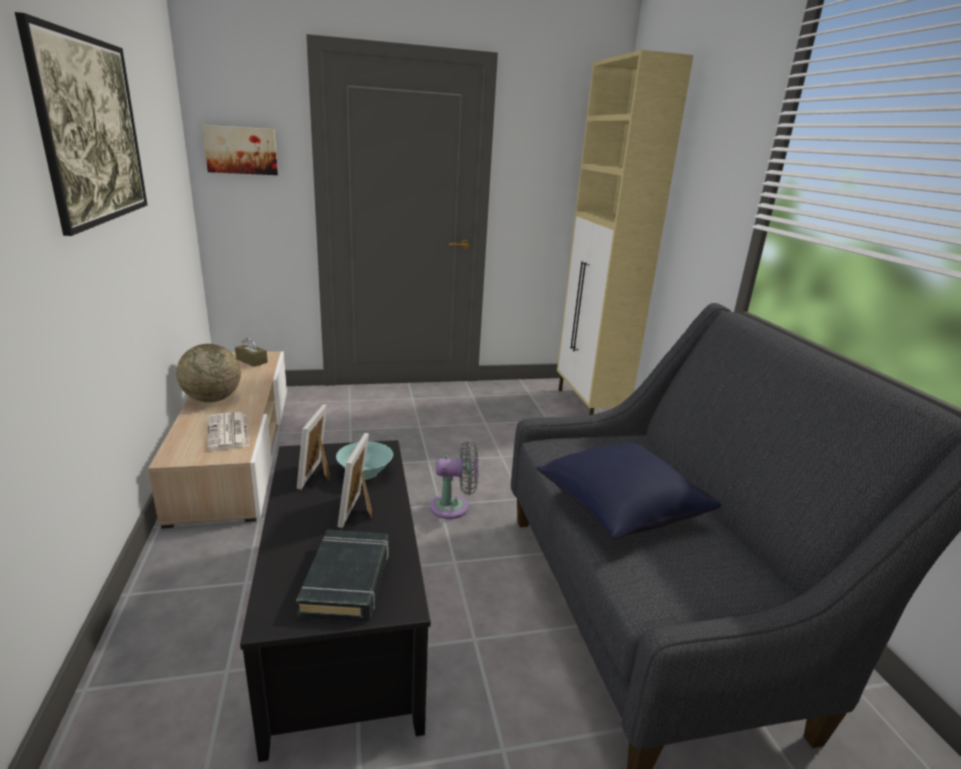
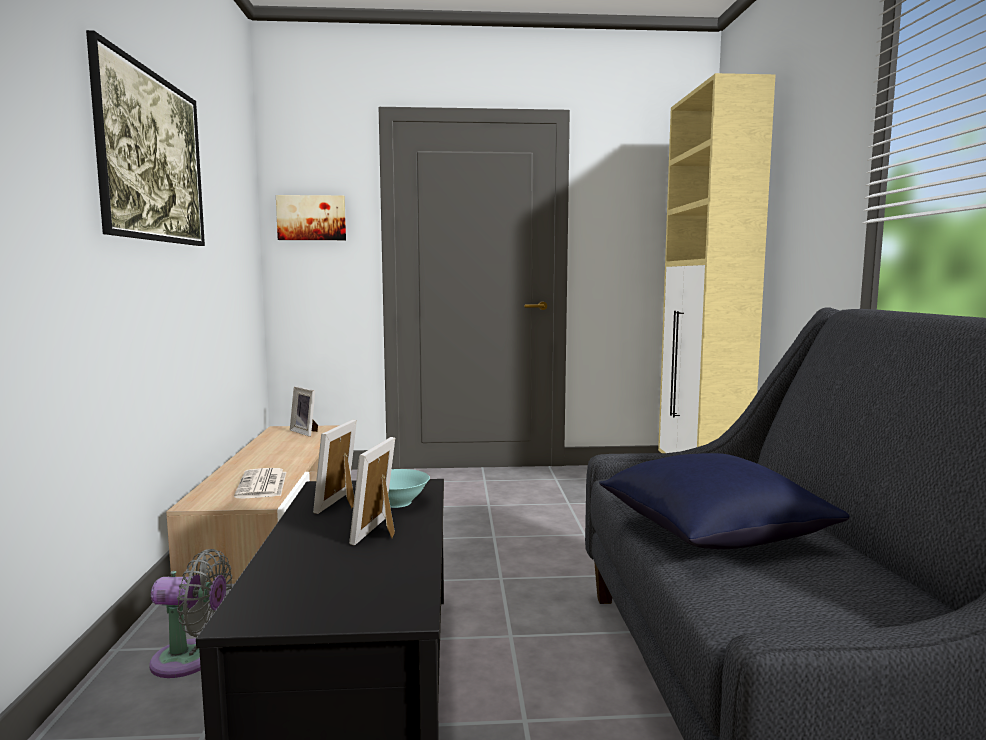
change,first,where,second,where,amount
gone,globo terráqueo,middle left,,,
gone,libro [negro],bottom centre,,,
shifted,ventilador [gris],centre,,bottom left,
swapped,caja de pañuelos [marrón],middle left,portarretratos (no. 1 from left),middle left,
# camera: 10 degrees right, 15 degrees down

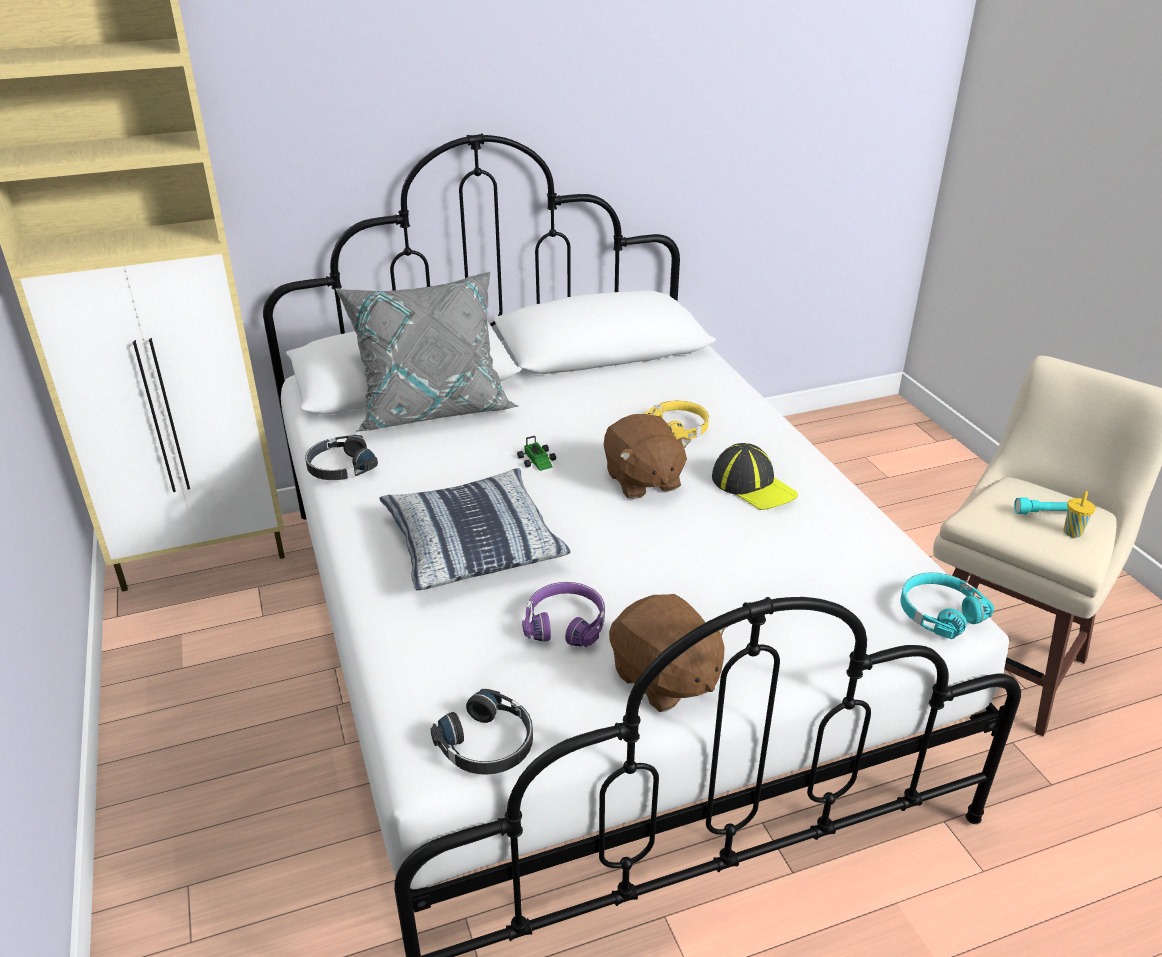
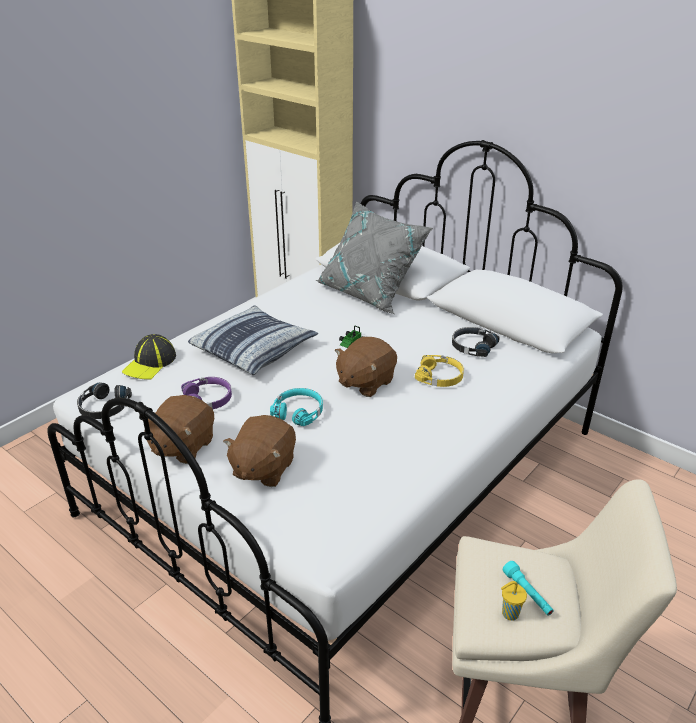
change,first,where,second,where,amount
new,,,peluche [marrón] (no. 2 from left),centre,
shifted,auriculares [negro] (no. 1 from left in the first image),middle left,auriculares [negro] (no. 2 from left),middle right,
shifted,gorra,centre,,middle left,
shifted,auriculares [turquesa],middle right,,centre,
# camera: 60 degrees right, 0 degrees up

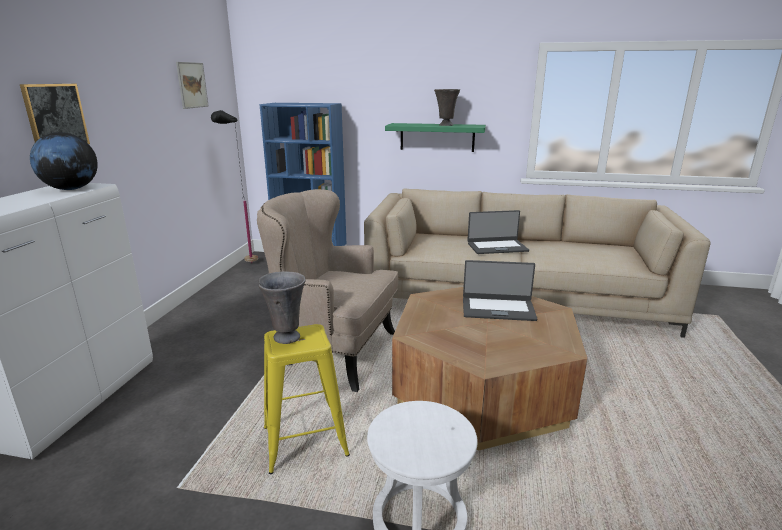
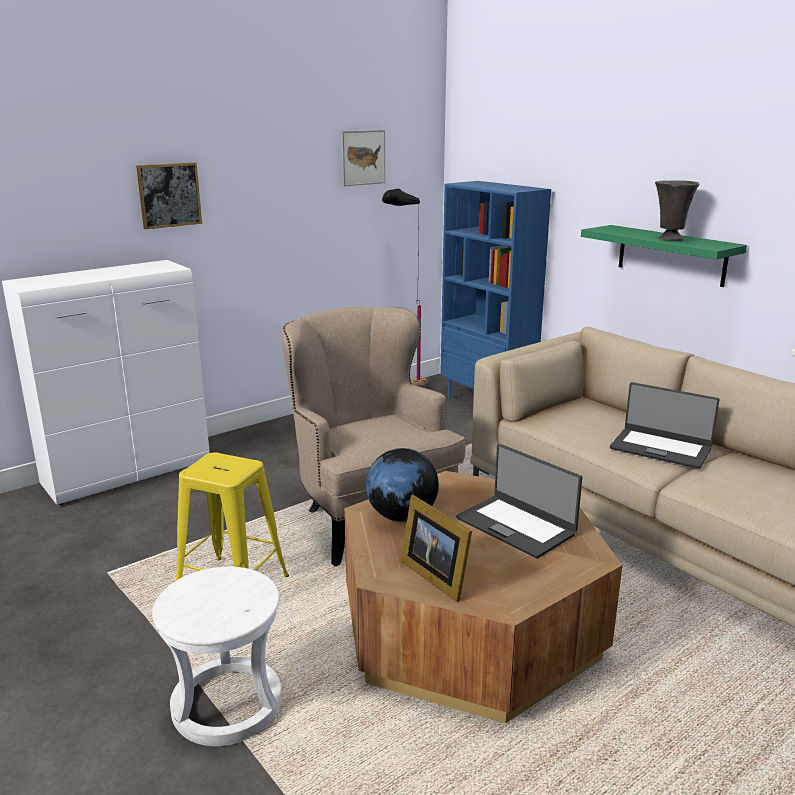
change,first,where,second,where,amount
gone,florero [gris] (no. 1 from left),centre,,,
new,,,portarretratos,bottom centre,
shifted,globo terráqueo,top left,,centre,
# camera: 40 degrees right, 0 degrees up

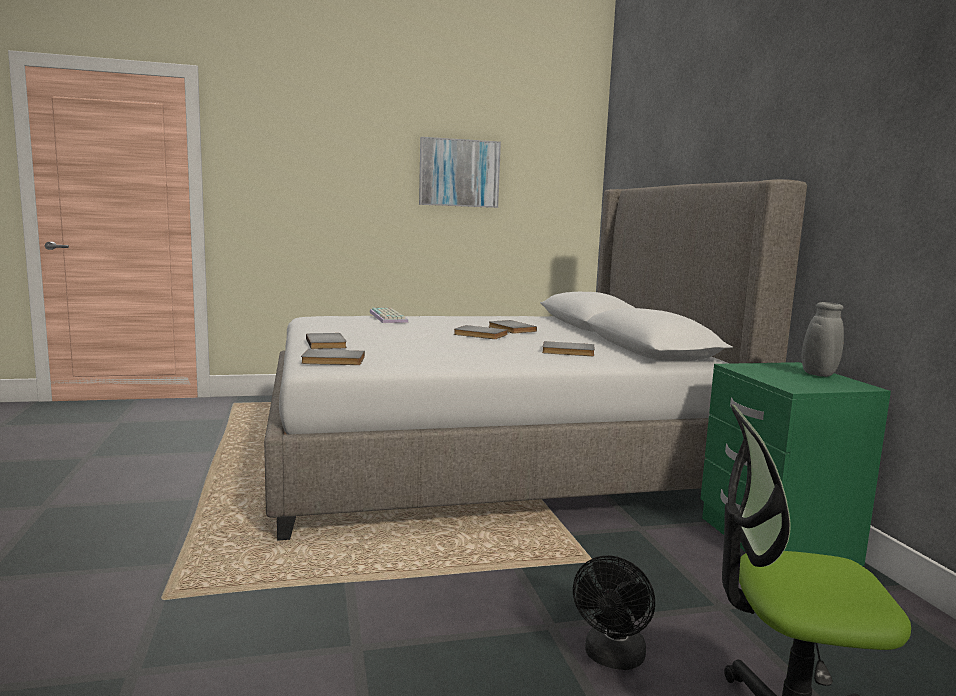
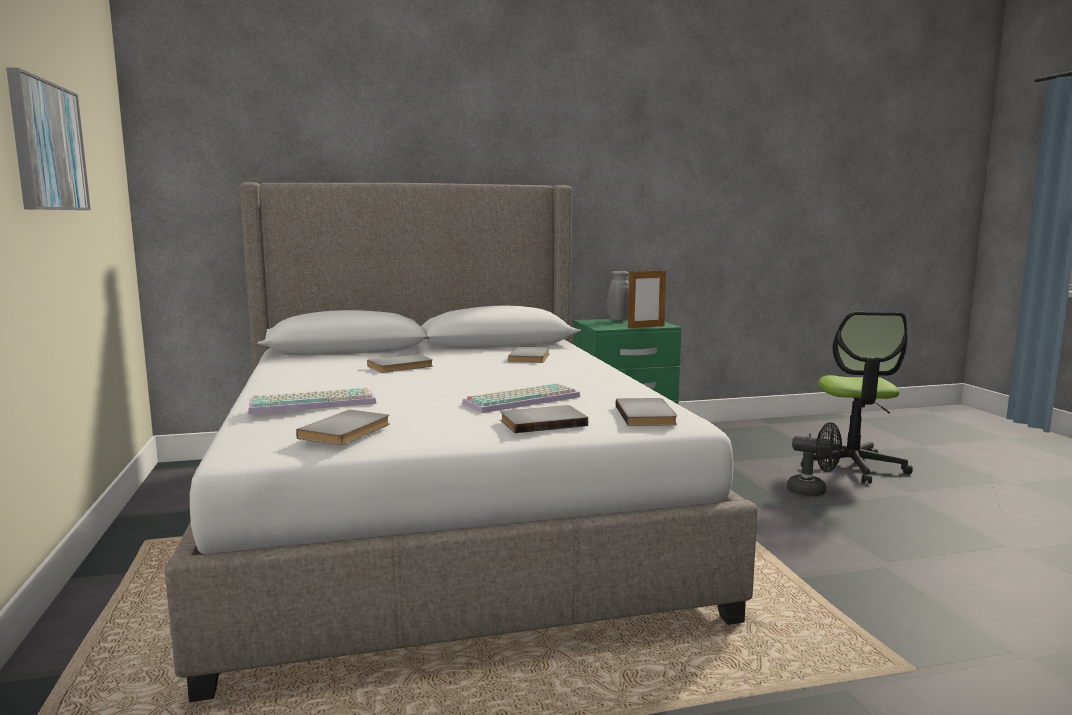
change,first,where,second,where,amount
new,,,teclado (no. 2 from left),centre,
new,,,portarretratos,centre,
shifted,libro [gris] (no. 3 from left in the first image),centre,libro [gris] (no. 1 from left),middle left,
# camera: 90 degrees left, 0 degrees up

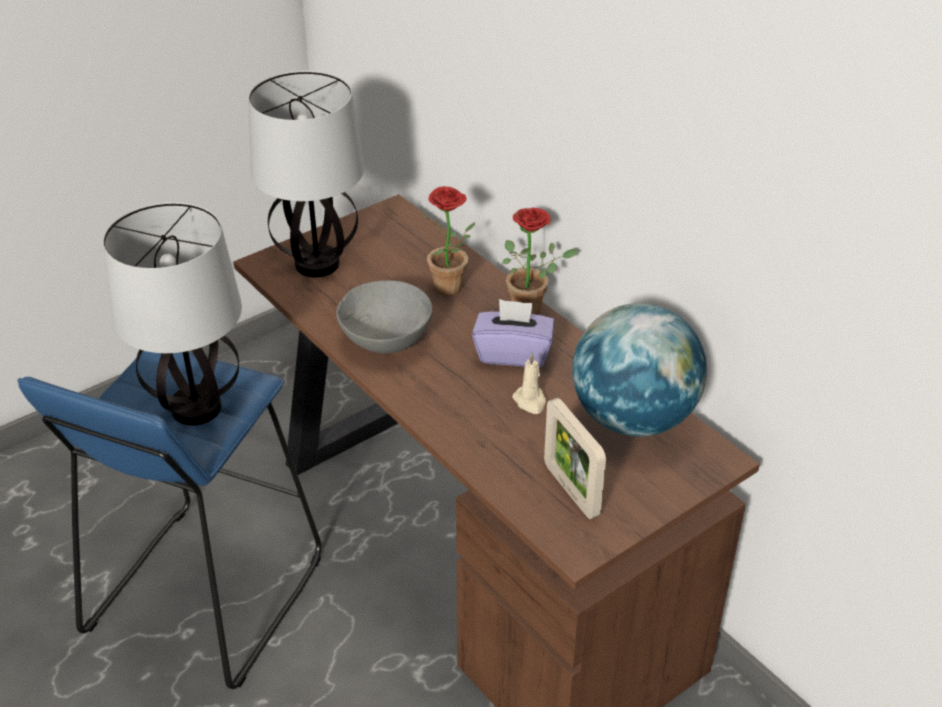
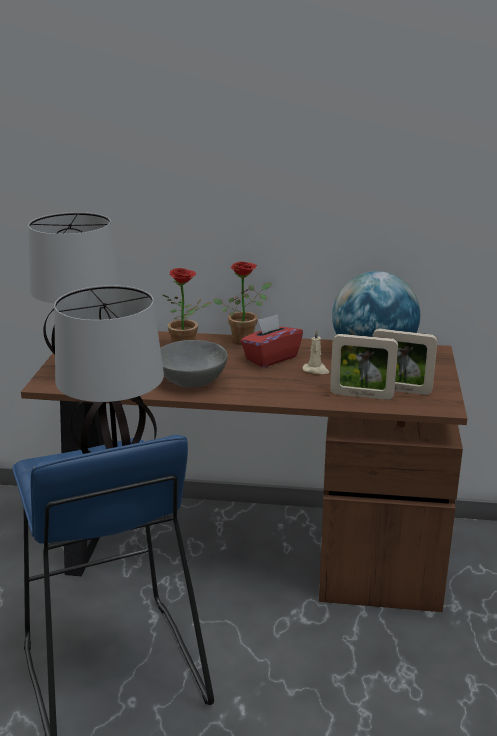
change,first,where,second,where,amount
new,,,portarretratos (no. 1 from left),middle right,
repainted,caja de pañuelos [morado],centre,caja de pañuelos [rojo],centre,
# camera: 45 degrees left, 15 degrees down

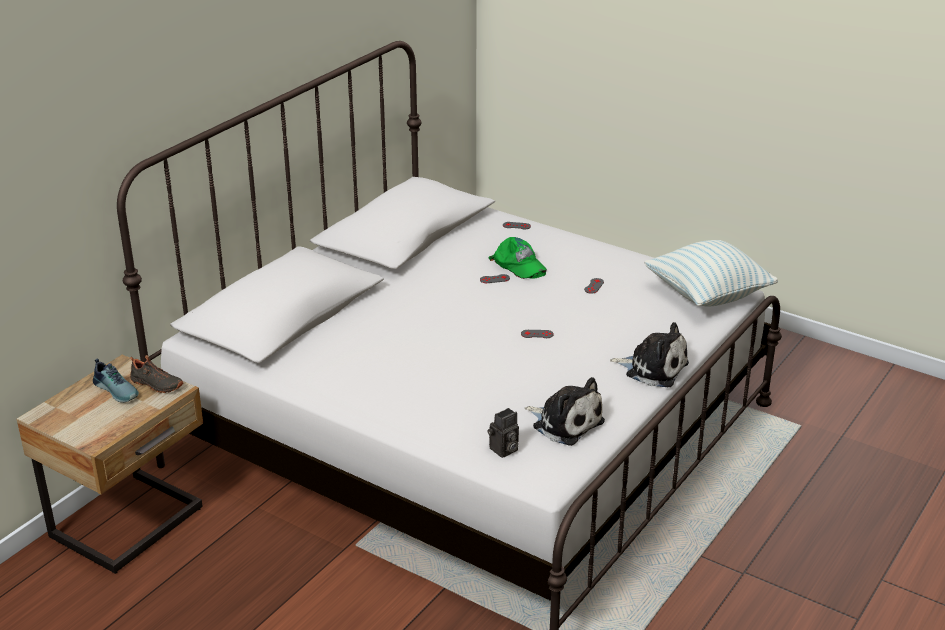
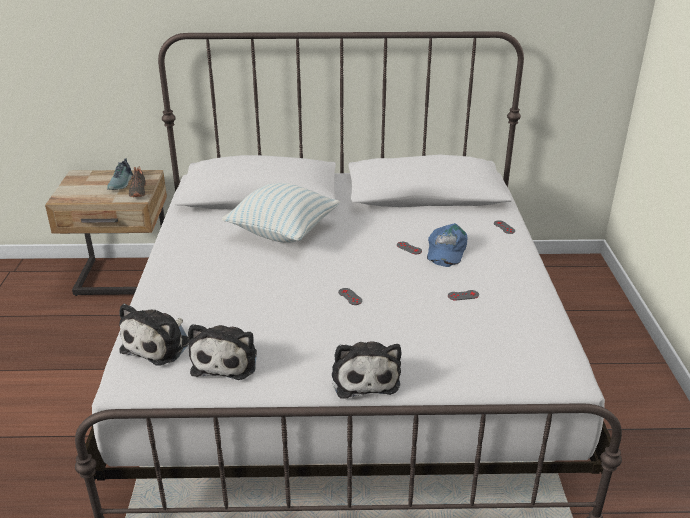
change,first,where,second,where,amount
shifted,cojín,middle right,,centre,
swapped,cámara,bottom centre,peluche (no. 1 from left),middle left,
repainted,gorra [verde],centre,gorra [azul],centre,
# camera: 55 degrees right, 0 degrees up

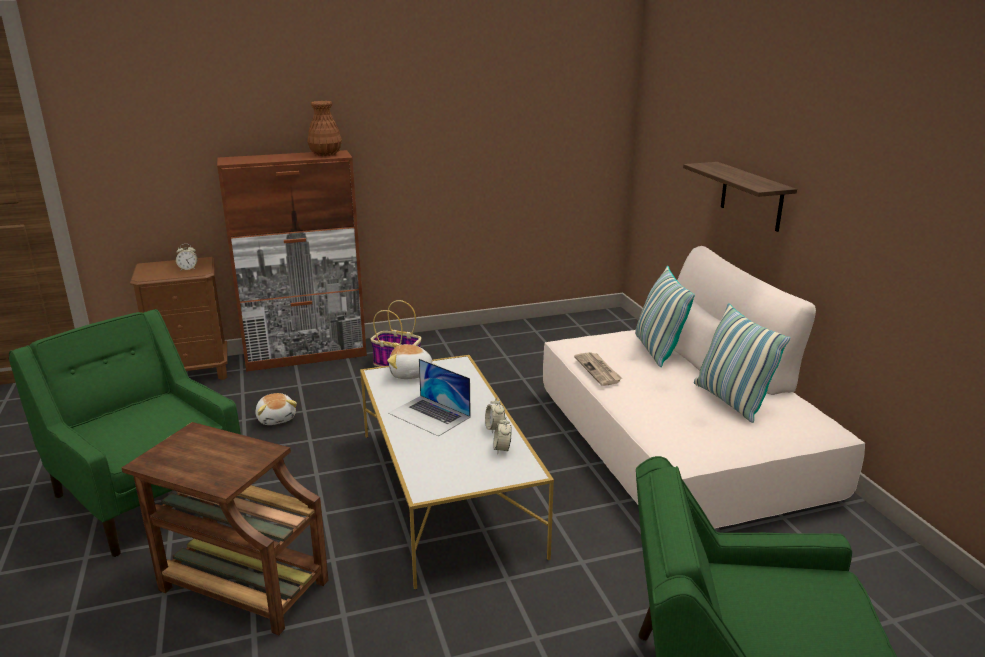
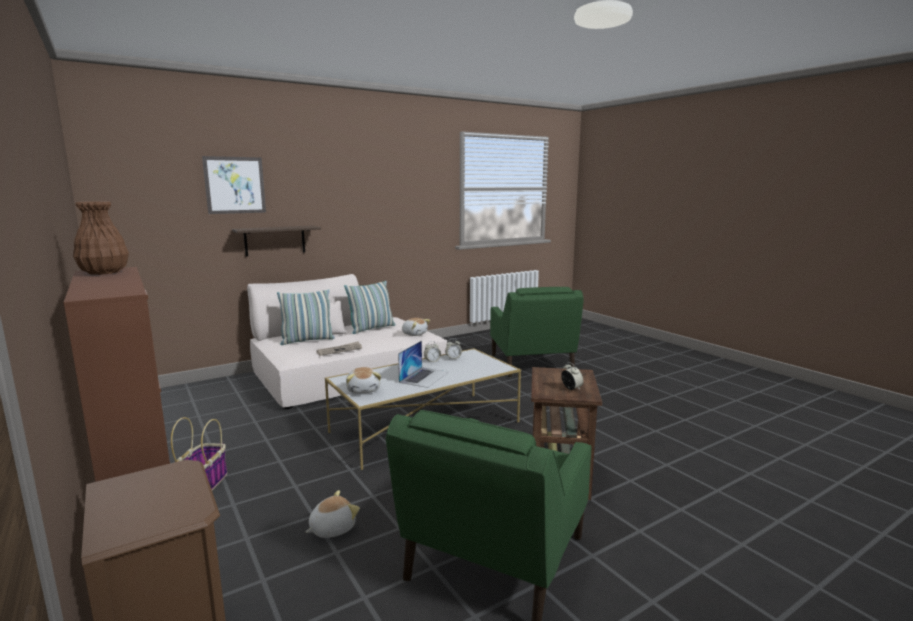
change,first,where,second,where,amount
new,,,cuadro,top left,
new,,,peluche (no. 3 from left),centre,
shifted,despertador (no. 1 from left in the first image),middle left,despertador (no. 3 from left),centre,
# camera: 105 degrees left, 10 degrees down

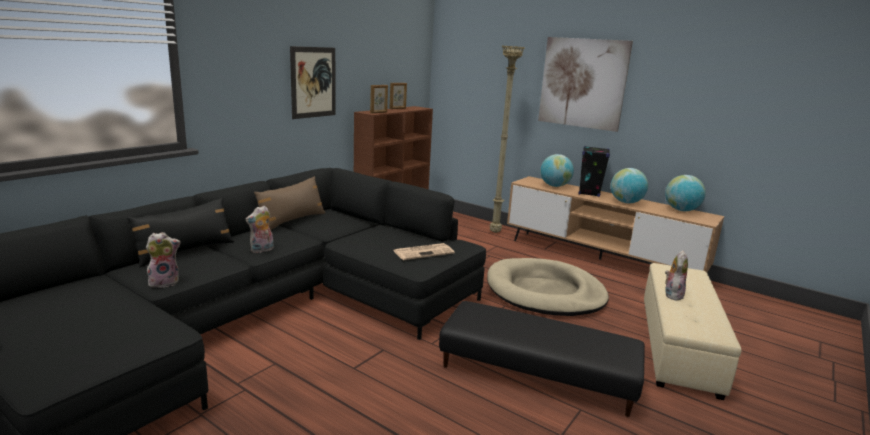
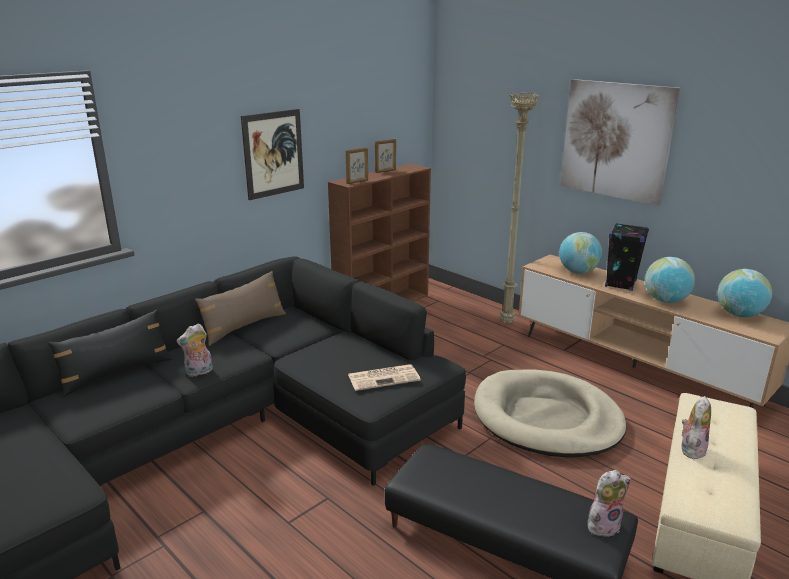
change,first,where,second,where,amount
shifted,peluche (no. 1 from left in the first image),middle left,peluche (no. 2 from left),bottom right,
# camera: 10 degrees right, 5 degrees up

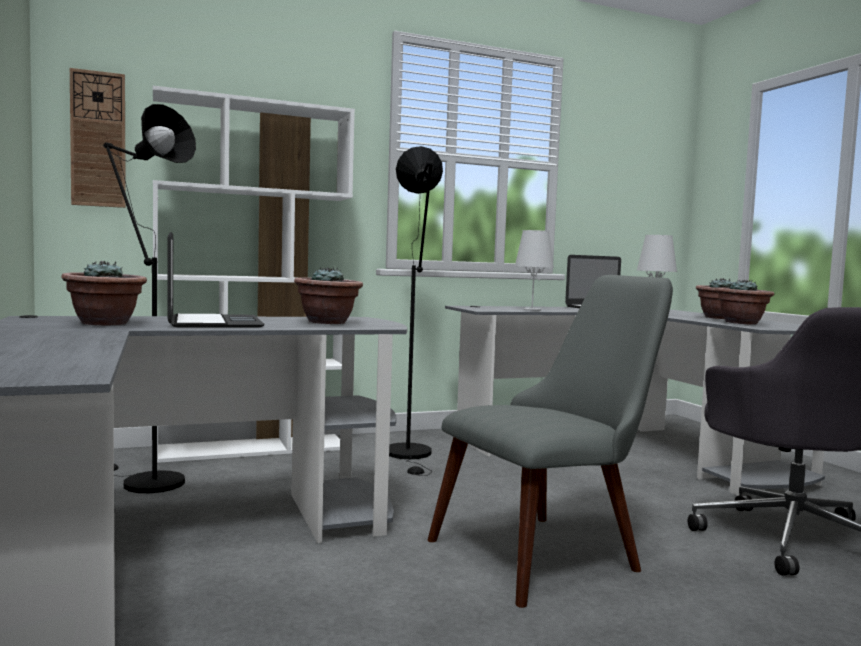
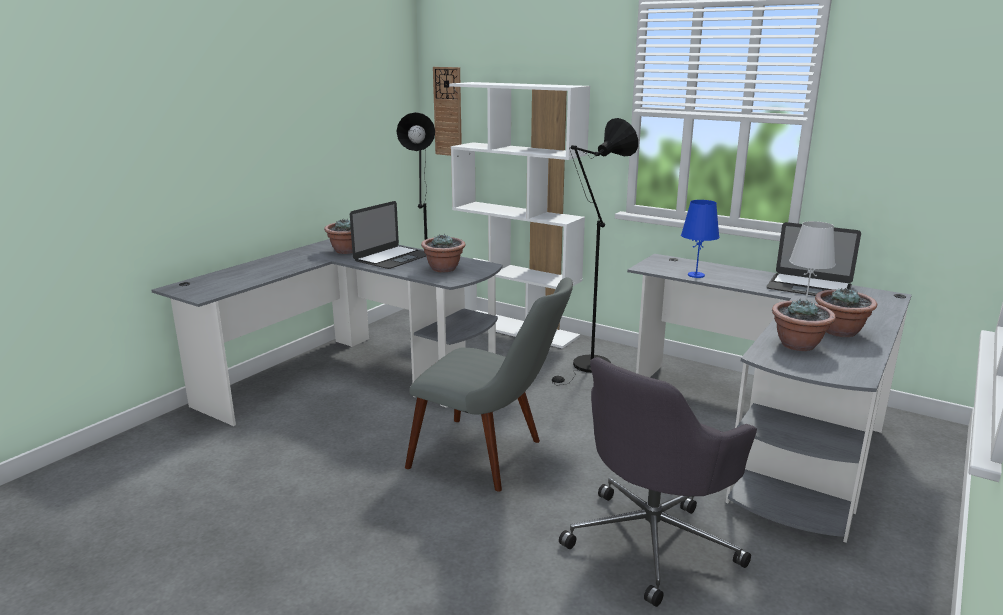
change,first,where,second,where,amount
repainted,lámpara de mesa [blanco] (no. 1 from left),centre,lámpara de mesa [azul],middle right,
# camera: 55 degrees right, 15 degrees up

